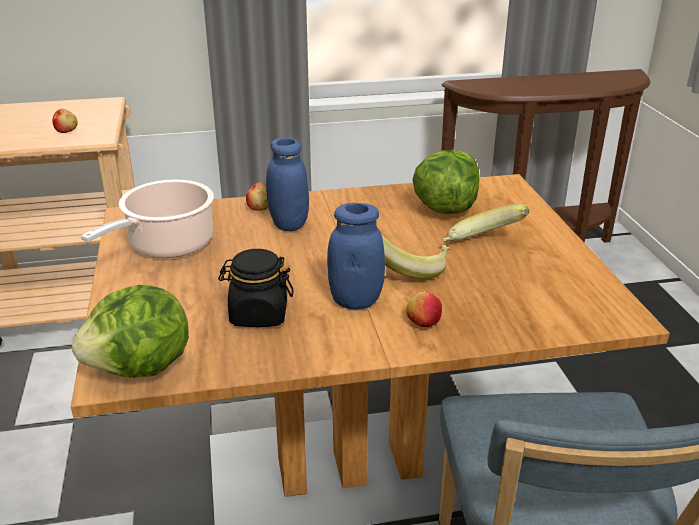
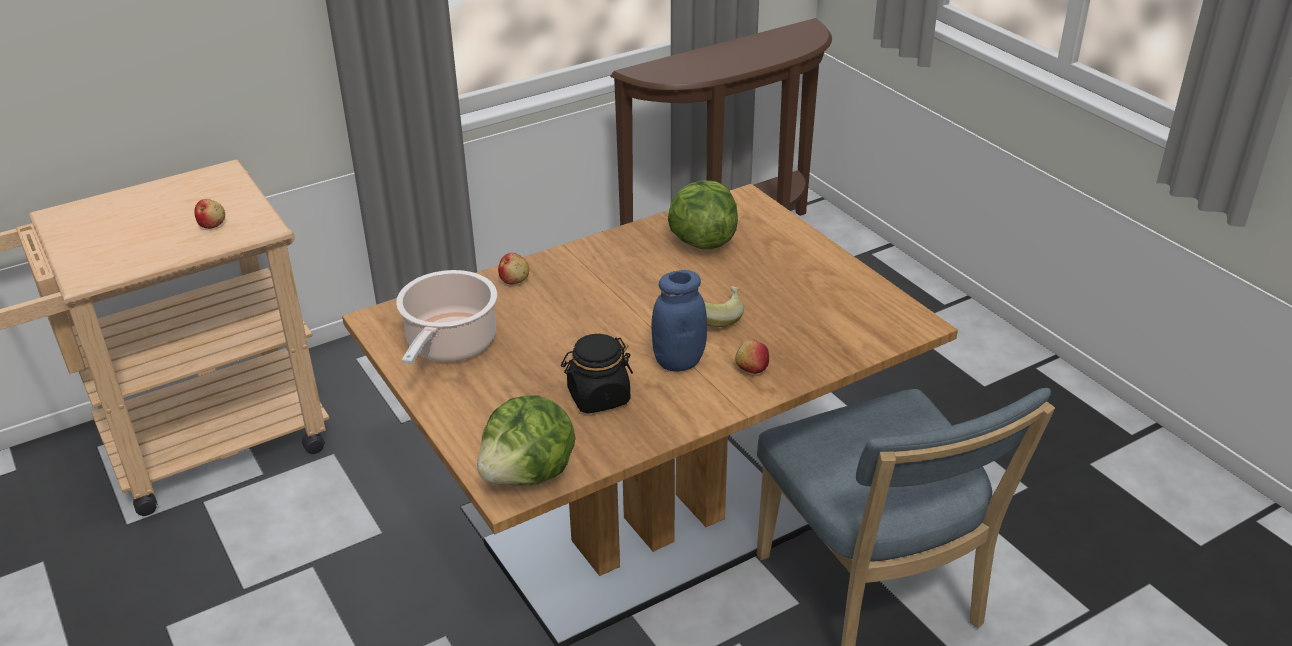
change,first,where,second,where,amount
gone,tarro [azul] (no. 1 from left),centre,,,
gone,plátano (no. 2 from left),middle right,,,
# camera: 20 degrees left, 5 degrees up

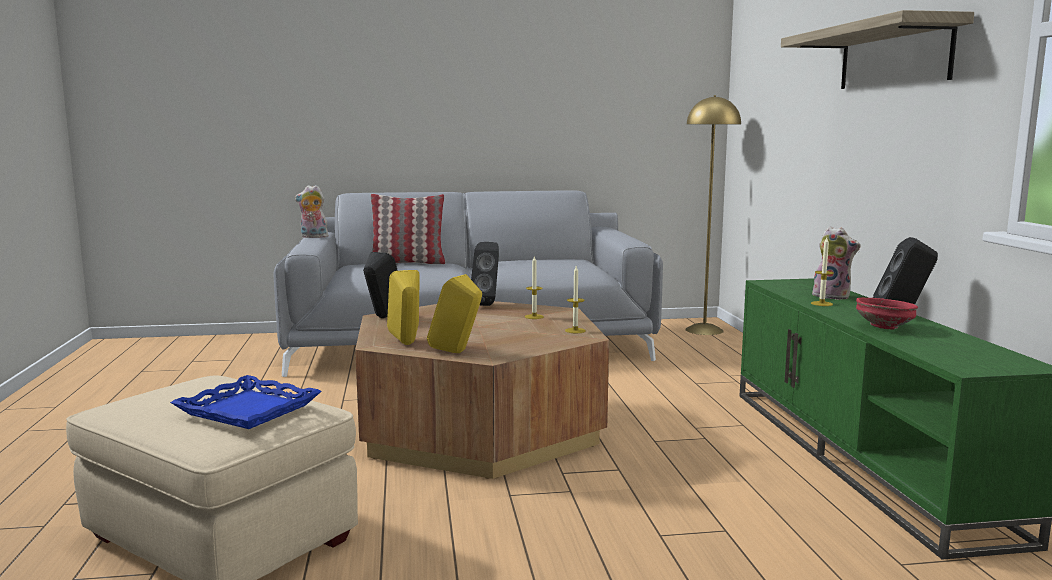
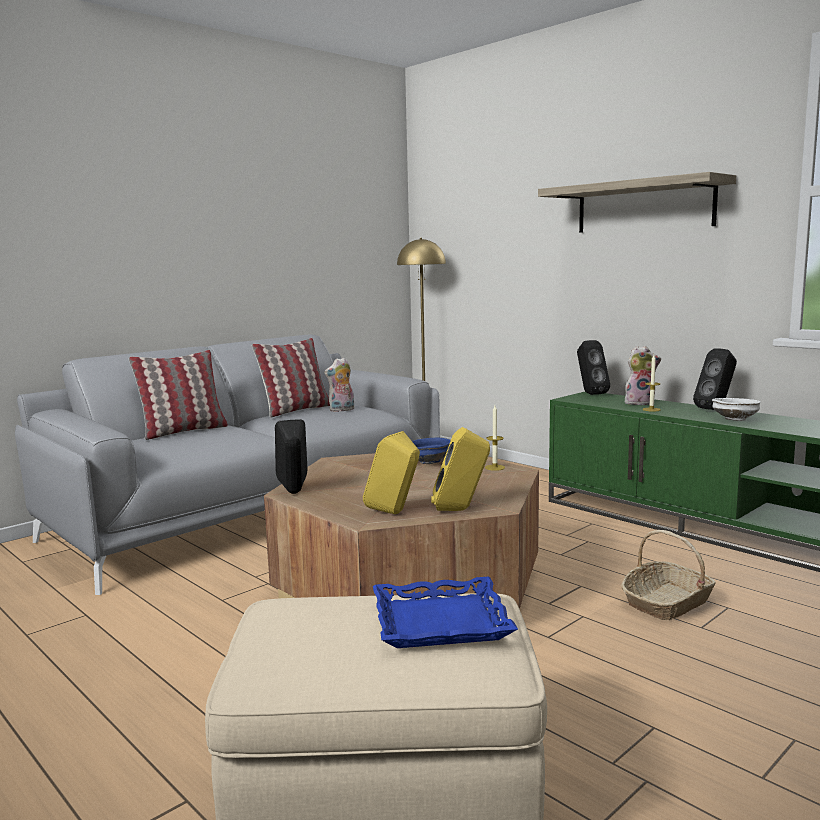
change,first,where,second,where,amount
new,,,cojín (no. 2 from left),centre,
new,,,cesta,bottom right,
shifted,peluche (no. 1 from left),middle left,,centre,
shifted,altavoz [negro] (no. 2 from left),centre,,middle right,
swapped,vela (no. 1 from left),centre,cuenco [azul],centre,
repainted,cuenco [rojo],middle right,cuenco [blanco],middle right,
# camera: 35 degrees left, 0 degrees up

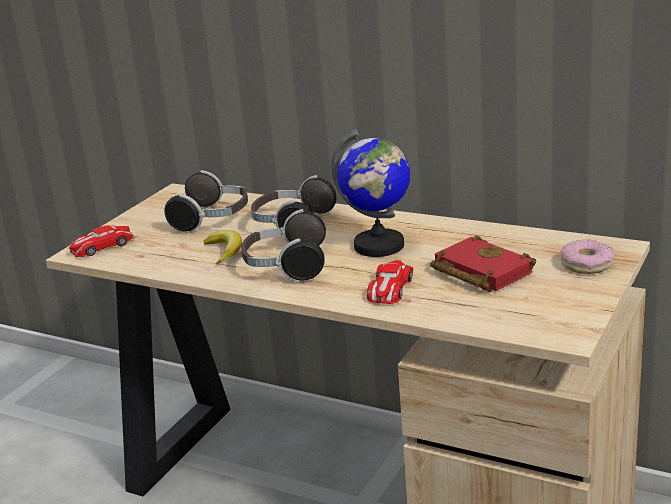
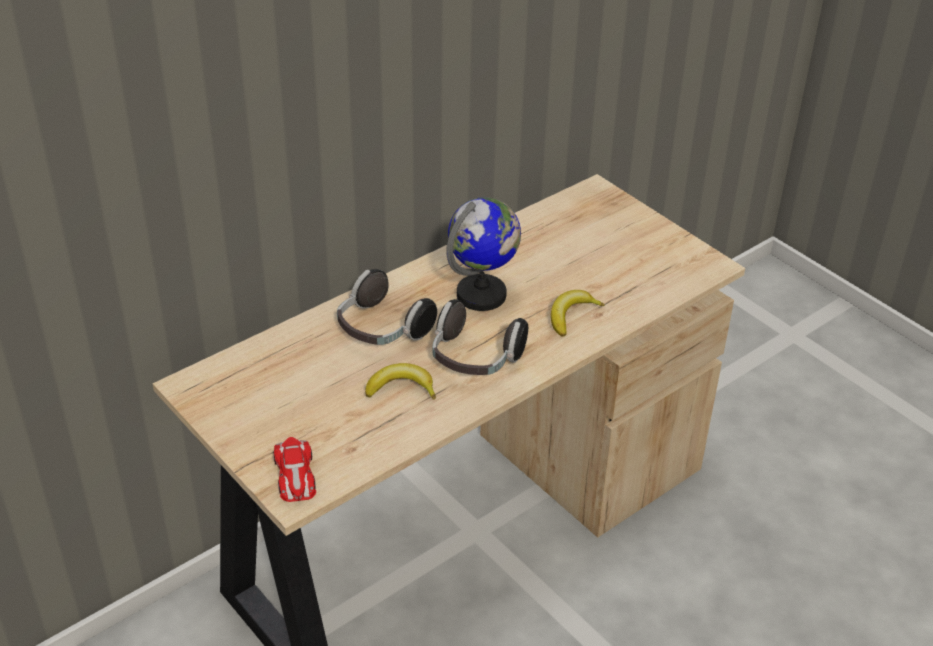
change,first,where,second,where,amount
gone,auriculares (no. 1 from left),middle left,,,
gone,libro [rojo],middle right,,,
gone,rosquilla,middle right,,,
swapped,coche de juguete (no. 2 from left),centre,plátano (no. 2 from left),centre,
# camera: 70 degrees left, 15 degrees up

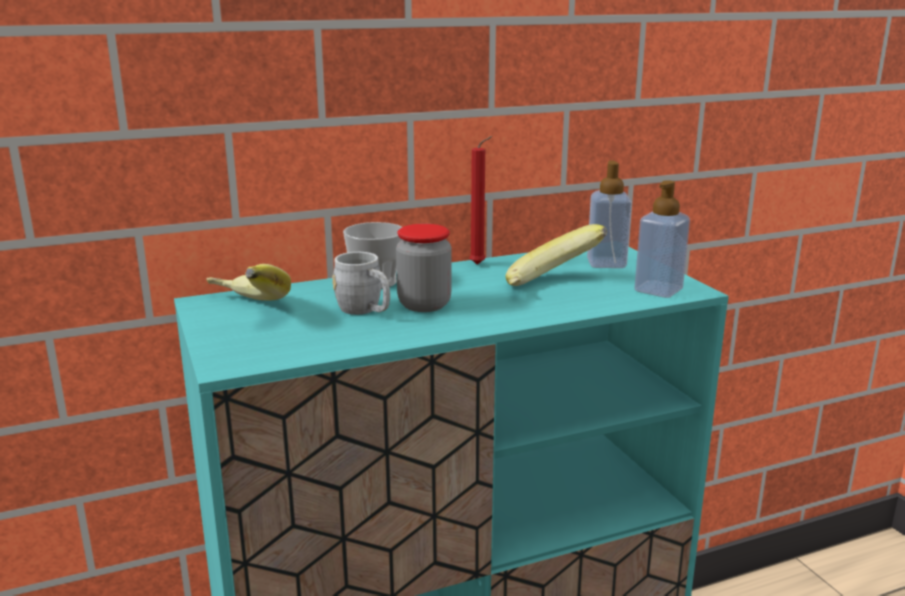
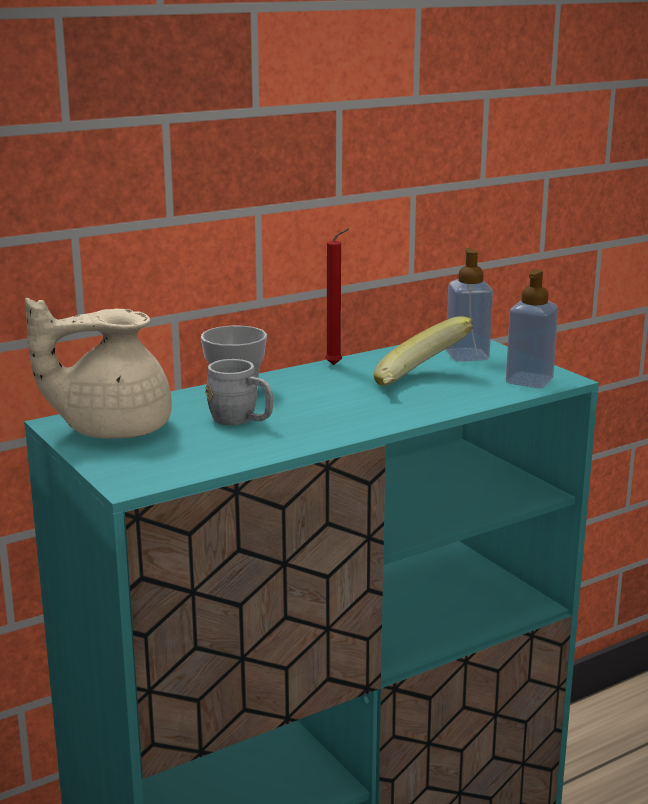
change,first,where,second,where,amount
gone,tarro,centre,,,
swapped,plátano (no. 1 from left),middle left,tetera [beis],middle left,
# camera: 10 degrees left, 0 degrees up

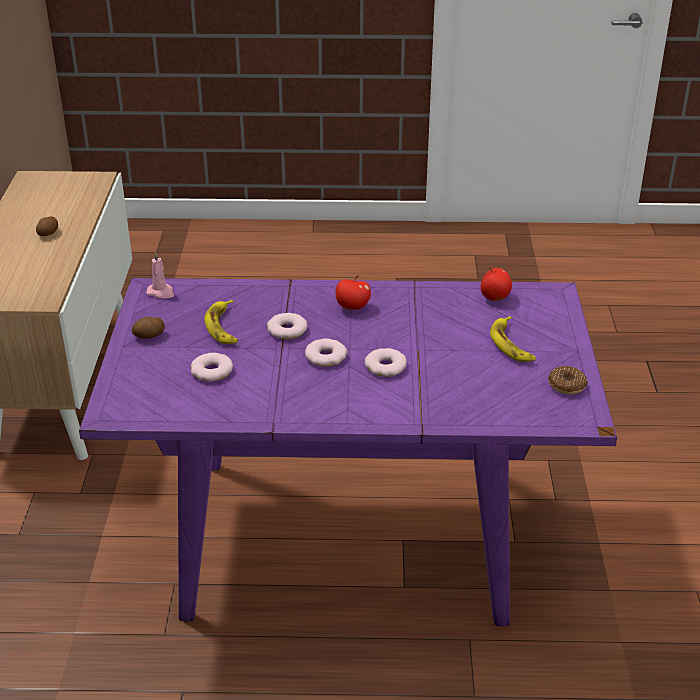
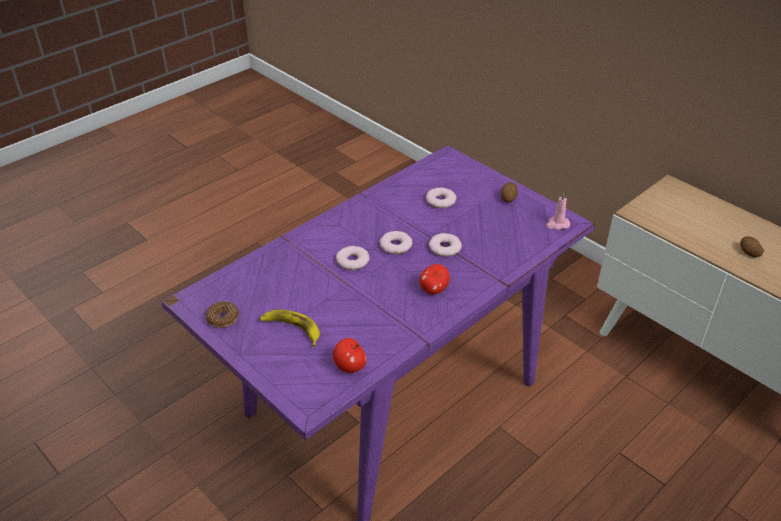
change,first,where,second,where,amount
gone,plátano (no. 1 from left),middle left,,,
# camera: 135 degrees right, 5 degrees up

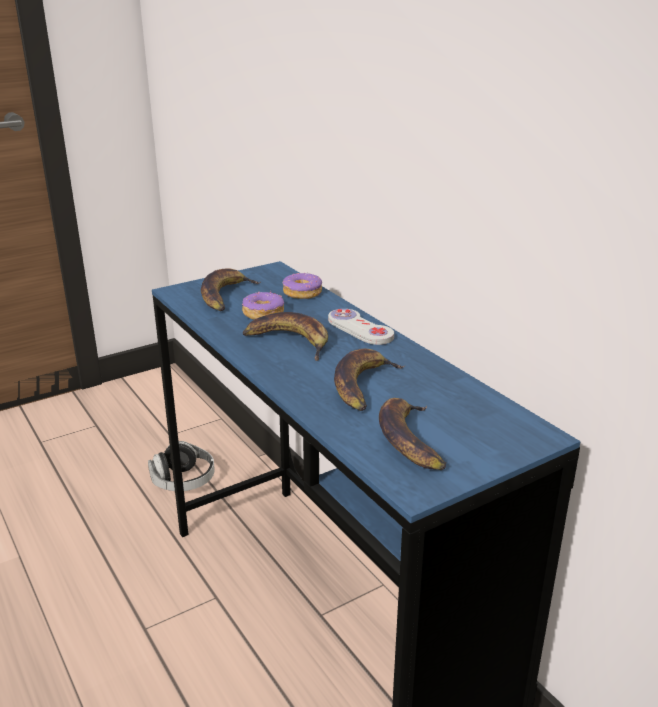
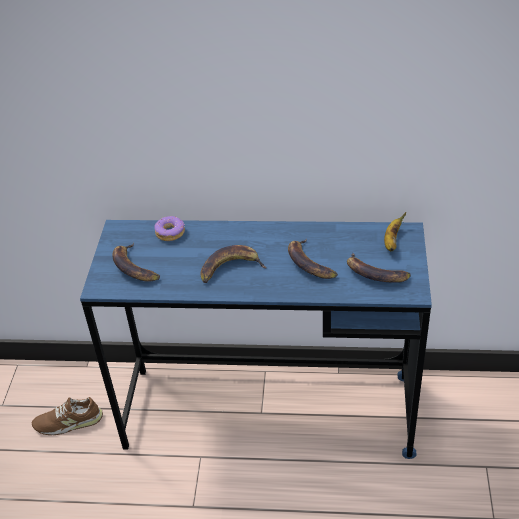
change,first,where,second,where,amount
gone,rosquilla (no. 1 from left),centre,,,
gone,mando de consola [blanco],centre,,,
new,,,plátano (no. 5 from left),middle right,
swapped,auriculares,middle left,zapato [marrón],bottom left,
# camera: 50 degrees left, 15 degrees up

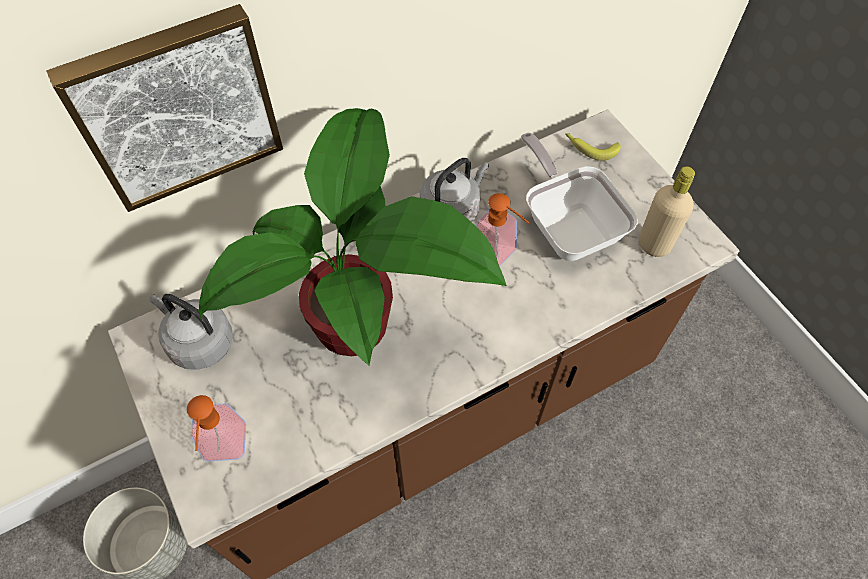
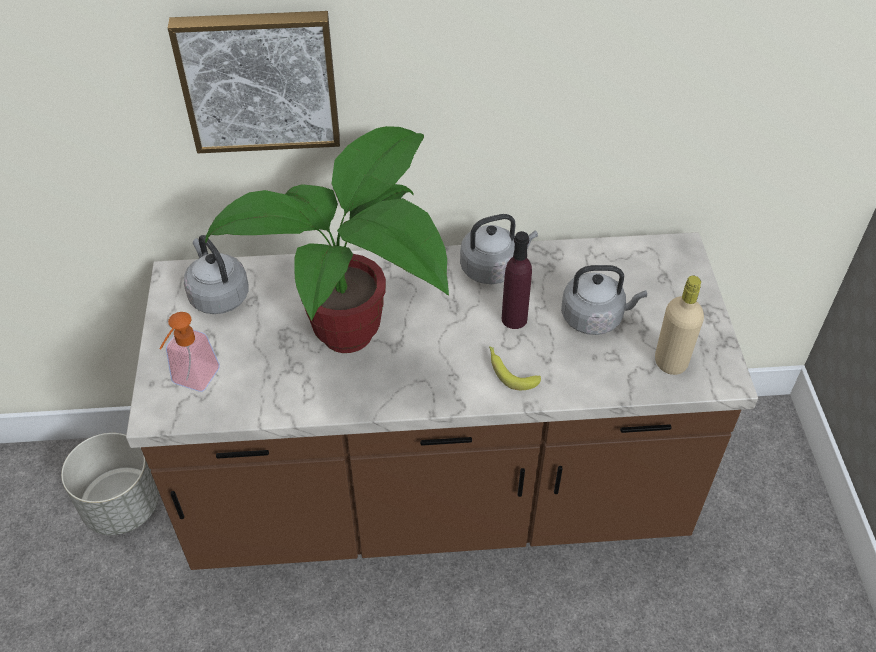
change,first,where,second,where,amount
shifted,plátano,top right,,centre,
swapped,dispensador de jabón (no. 2 from left),centre,botella [morado],centre,
swapped,sartén,middle right,hervidor [gris] (no. 3 from left),middle right,
# camera: 25 degrees right, 10 degrees down

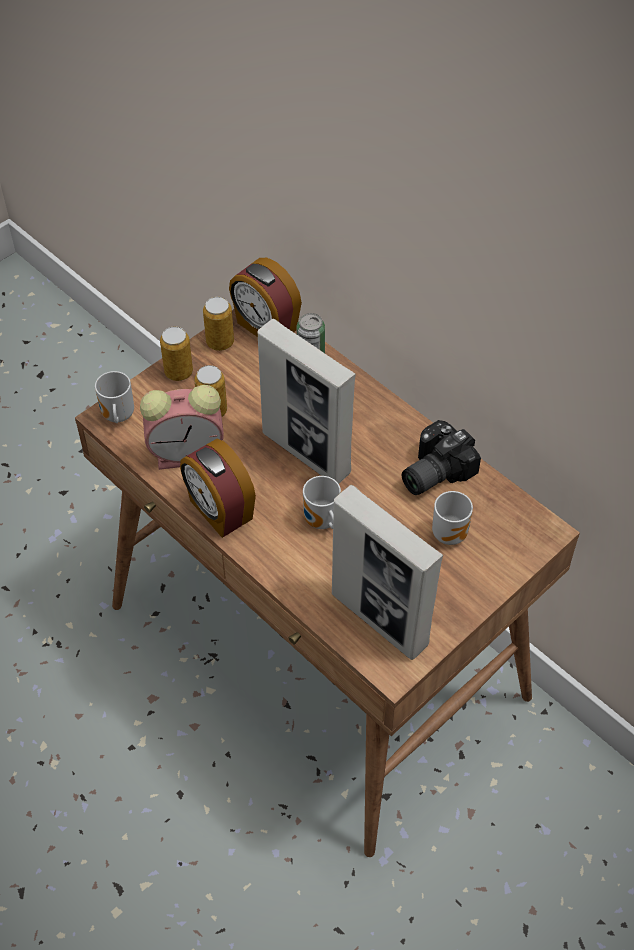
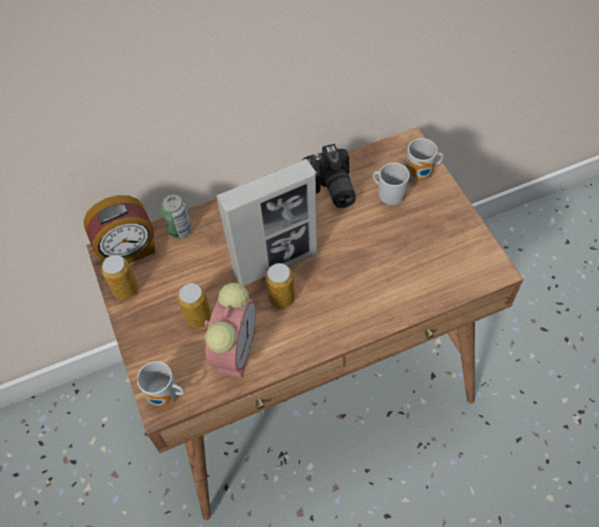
change,first,where,second,where,amount
gone,despertador (no. 2 from left),centre,,,
gone,portarretratos (no. 2 from left),centre,,,
shifted,lata (no. 1 from left in the first image),middle left,lata (no. 4 from left),centre,
shifted,taza grande (no. 2 from left in the first image),centre,taza grande (no. 3 from left),top right,
# camera: 65 degrees left, 5 degrees up

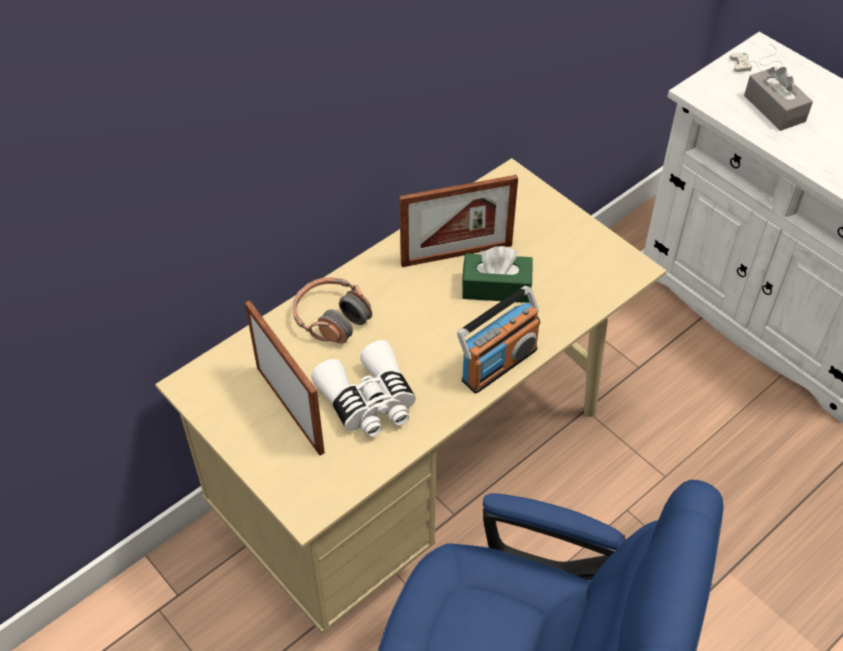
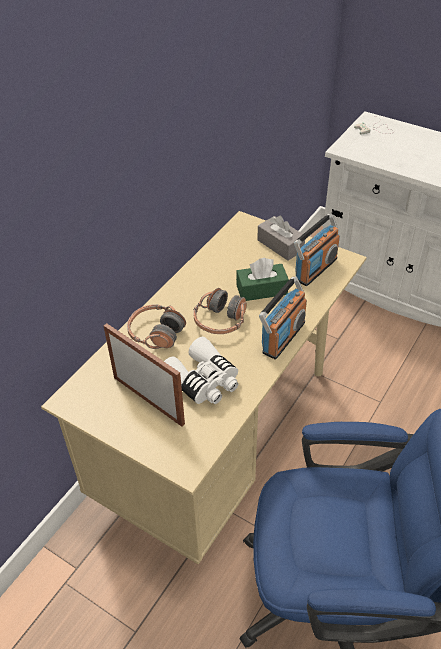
change,first,where,second,where,amount
gone,portarretratos (no. 2 from left),centre,,,
new,,,auriculares (no. 2 from left),centre,
new,,,radio (no. 2 from left),middle right,
shifted,caja de pañuelos [gris],top right,,centre,
# camera: 15 degrees left, 5 degrees down

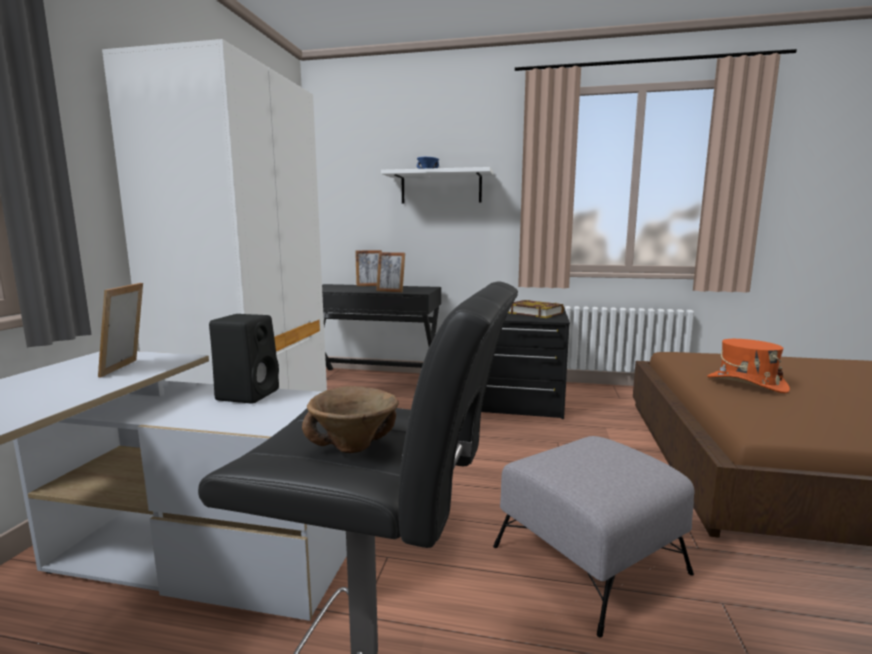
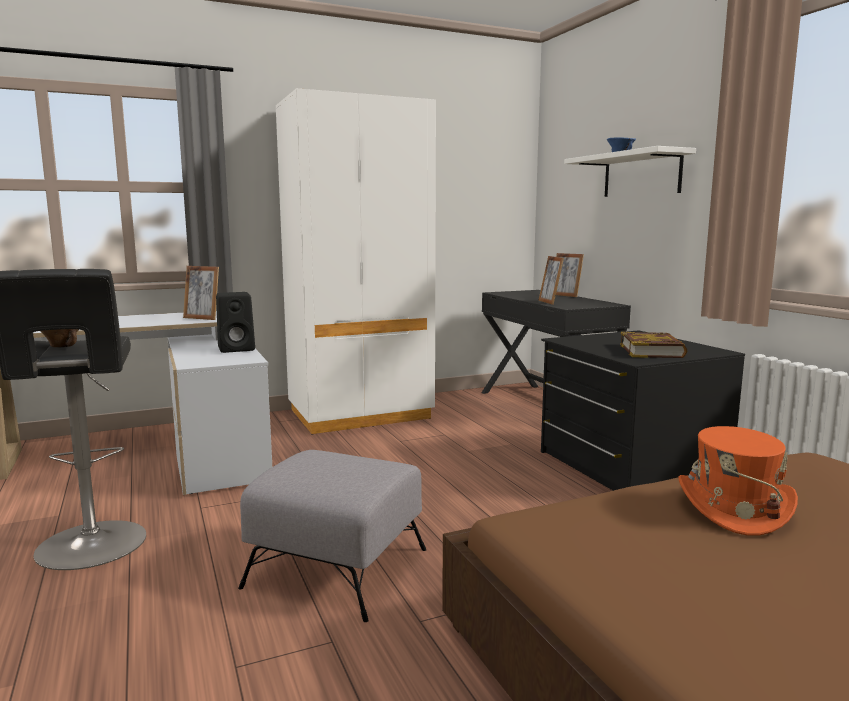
change,first,where,second,where,amount
rotated,portarretratos (no. 1 from left),middle left,,middle left,120 degrees counterclockwise
# camera: 55 degrees right, 0 degrees up

